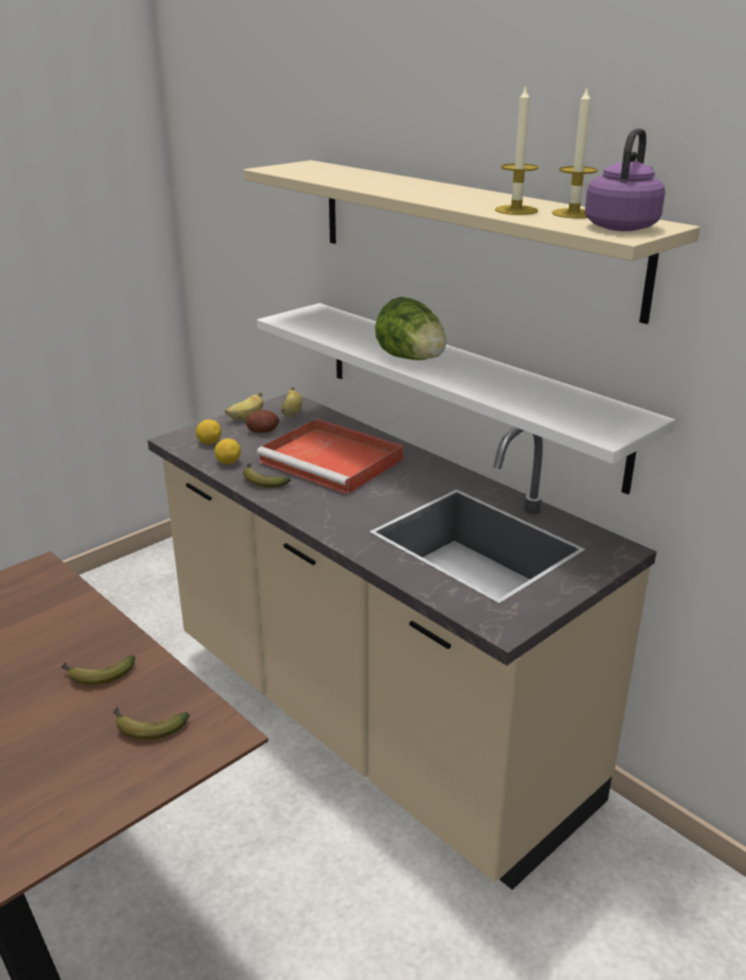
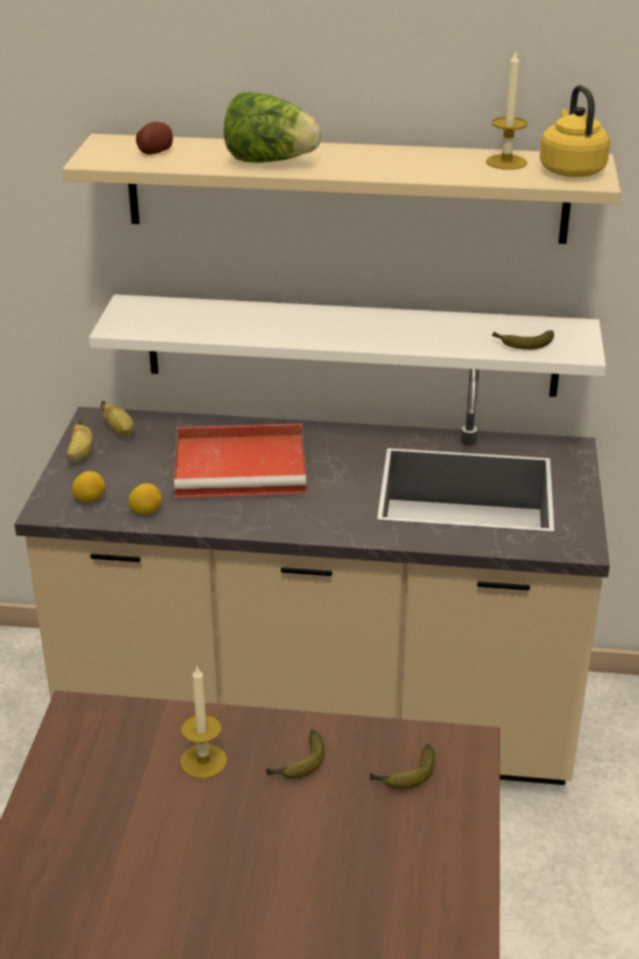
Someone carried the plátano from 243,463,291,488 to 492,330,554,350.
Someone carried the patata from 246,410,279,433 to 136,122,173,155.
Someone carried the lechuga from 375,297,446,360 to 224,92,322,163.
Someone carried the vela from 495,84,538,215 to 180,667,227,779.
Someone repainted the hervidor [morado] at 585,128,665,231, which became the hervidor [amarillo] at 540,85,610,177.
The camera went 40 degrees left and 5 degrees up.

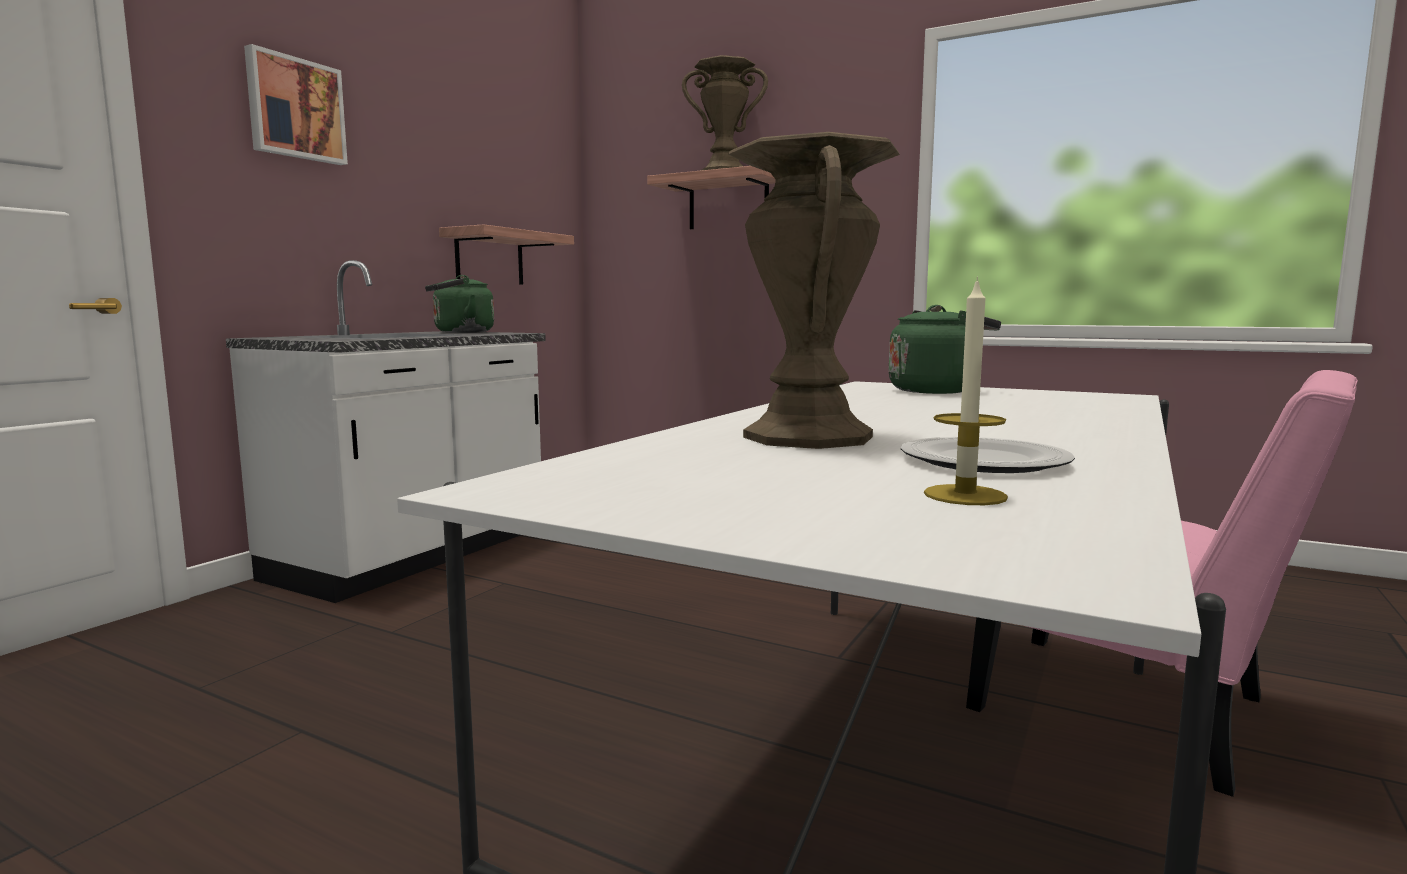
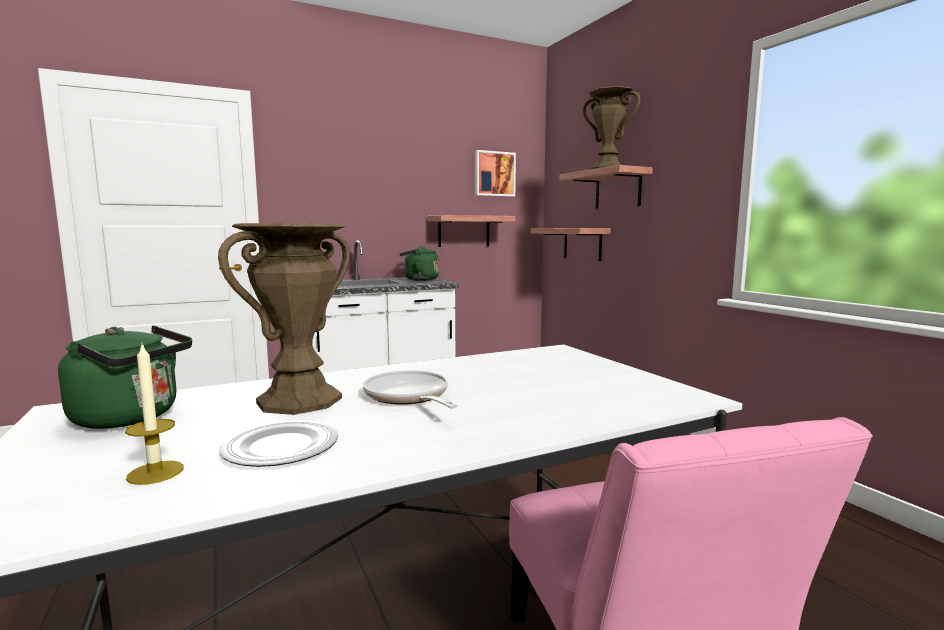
Someone carried the cuadro from 244,44,348,165 to 475,150,516,197.
Someone carried the hervidor [verde] from 889,305,1001,394 to 58,325,192,429.
Someone put down the sartén at 363,370,458,408.
Someone put up the estante at 531,228,611,261.
The camera went 35 degrees right and 0 degrees up.

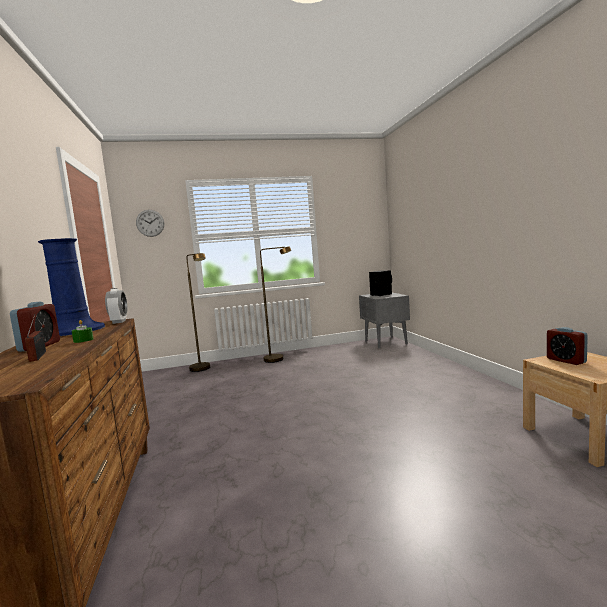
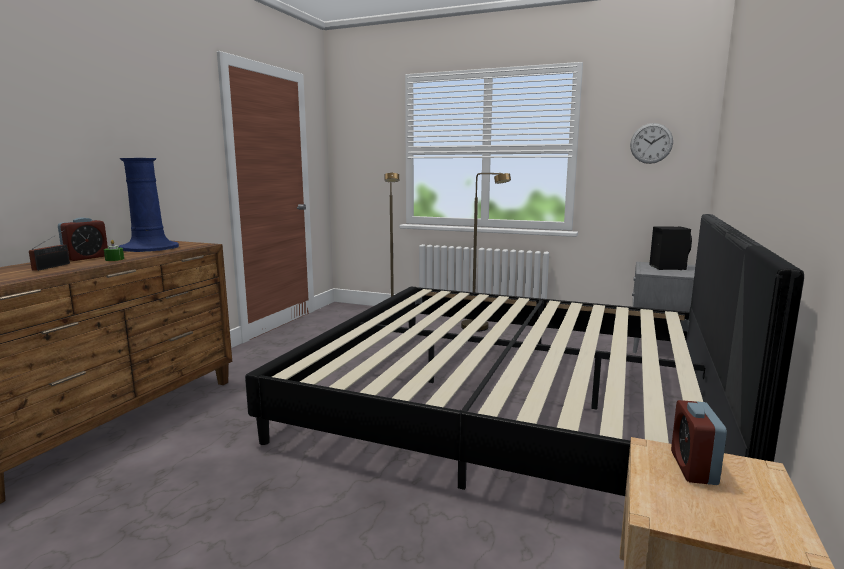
Someone took away the despertador at 105,289,127,324.
Someone carried the reloj de pared from 136,210,164,237 to 630,123,673,164.
Someone put down the cama at 245,214,804,496.
The camera went 35 degrees right and 5 degrees up.

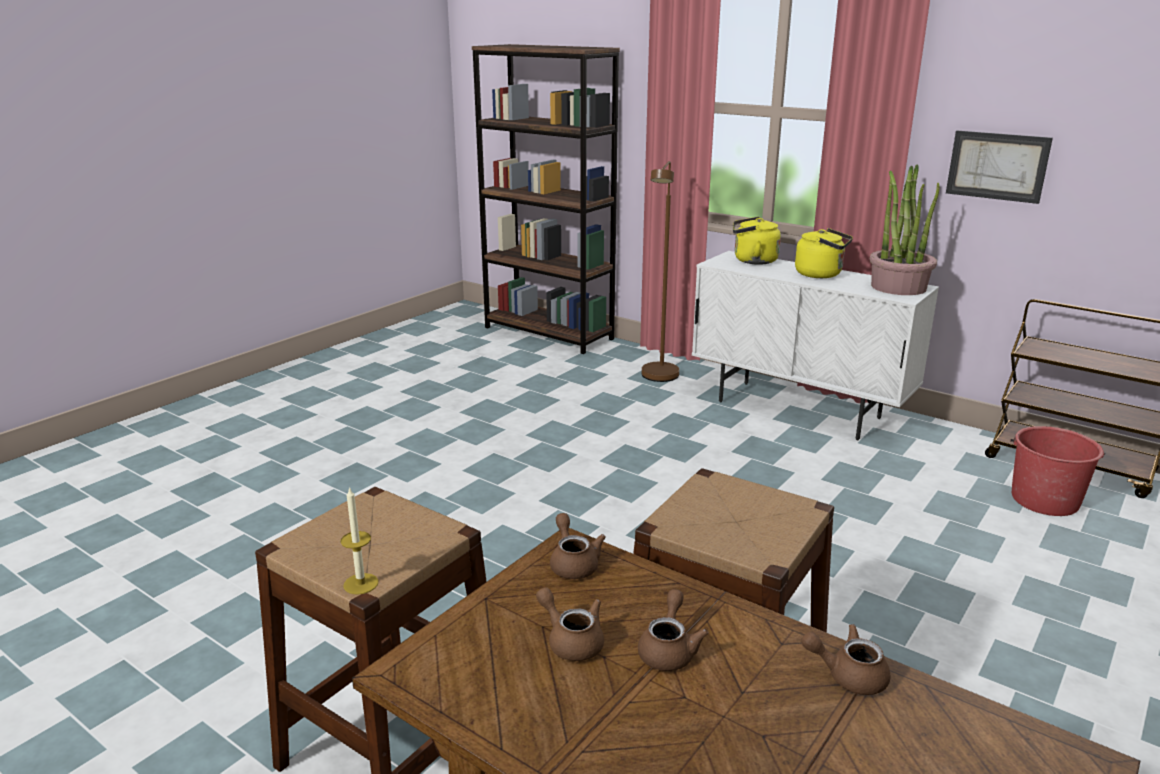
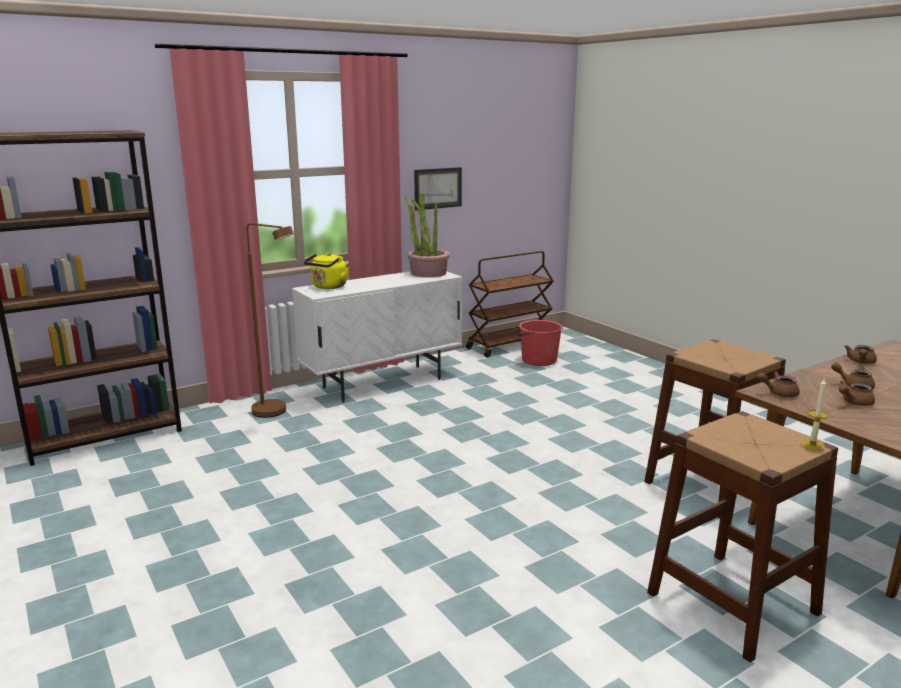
Someone took away the hervidor [amarillo] at 795,228,853,278.
The camera went 70 degrees left and 5 degrees down.

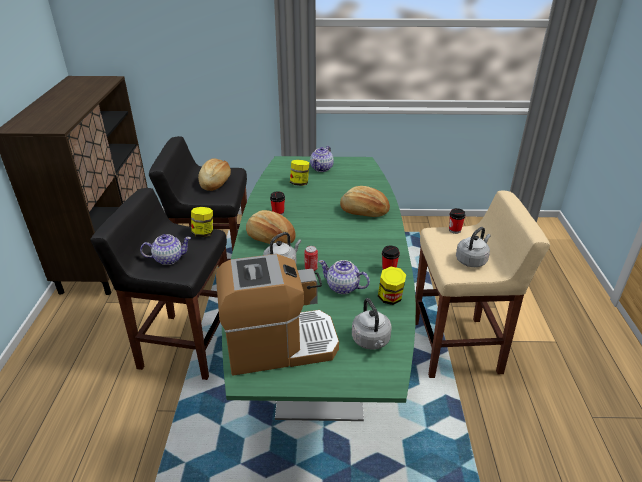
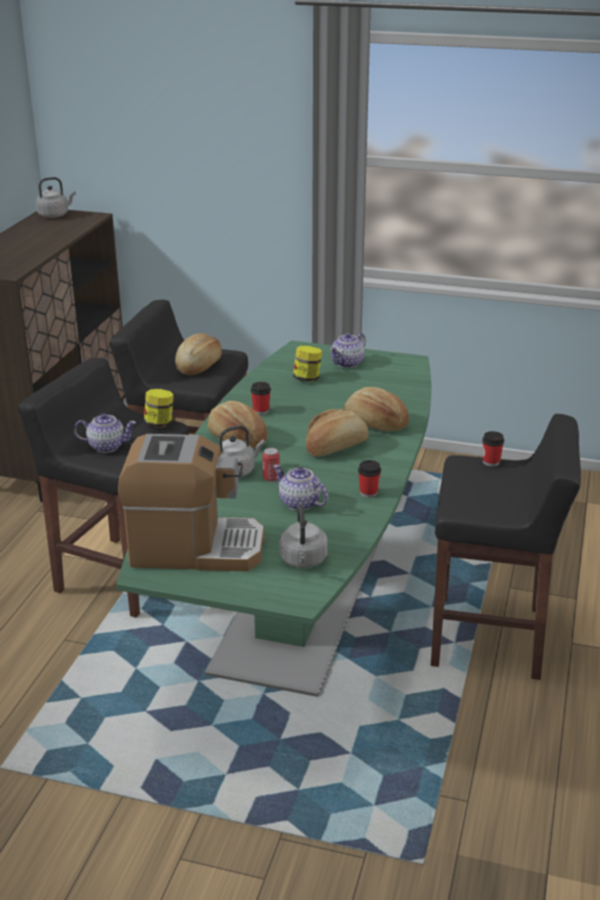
Someone took away the tarro at 378,266,406,305.
Someone repainted the taburete [beis] at 415,190,550,378, which became the taburete [negro] at 431,414,581,680.
Someone carried the hervidor [gris] from 456,227,491,267 to 35,177,76,218.
Someone put down the pan at 306,409,369,457.
The camera went 15 degrees right and 5 degrees down.

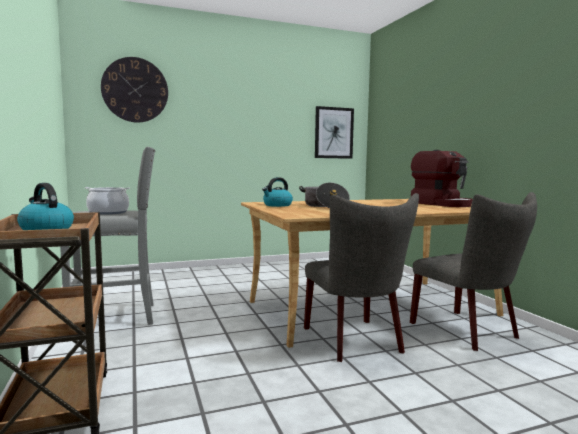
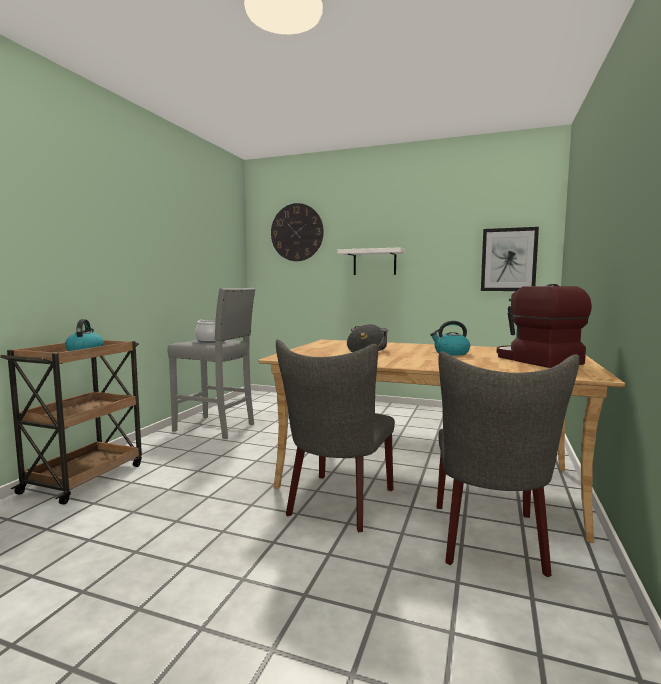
Someone carried the hervidor from 262,177,293,207 to 430,321,470,356.
Someone rotated the cafetera at 411,150,473,207 by 150 degrees clockwise.
Someone put up the estante [blanco] at 337,247,406,275.
The camera went 40 degrees right and 0 degrees up.

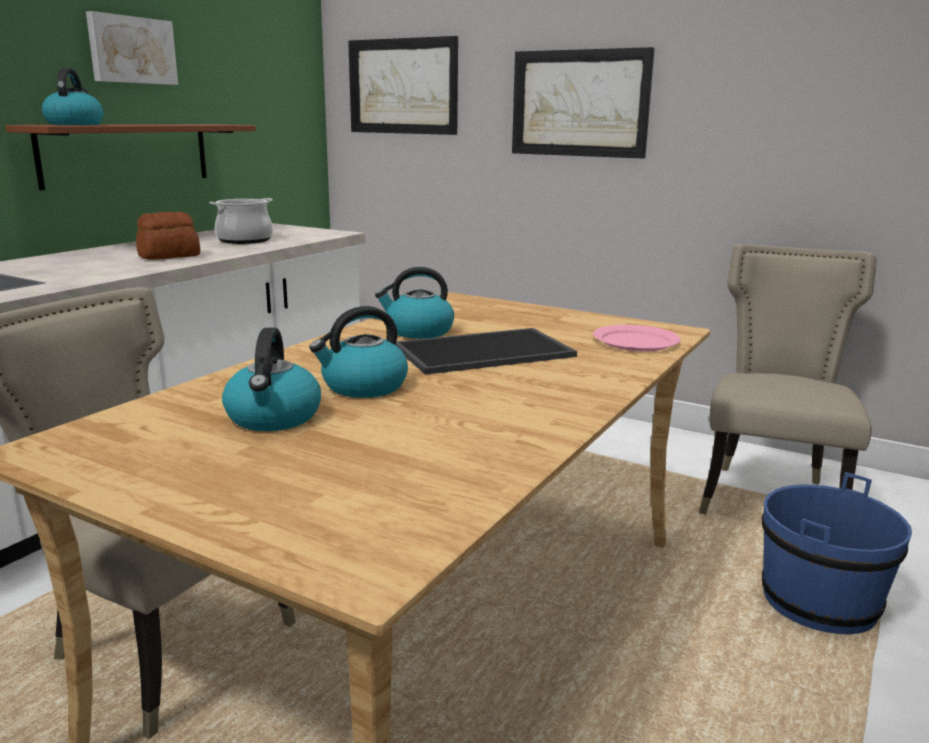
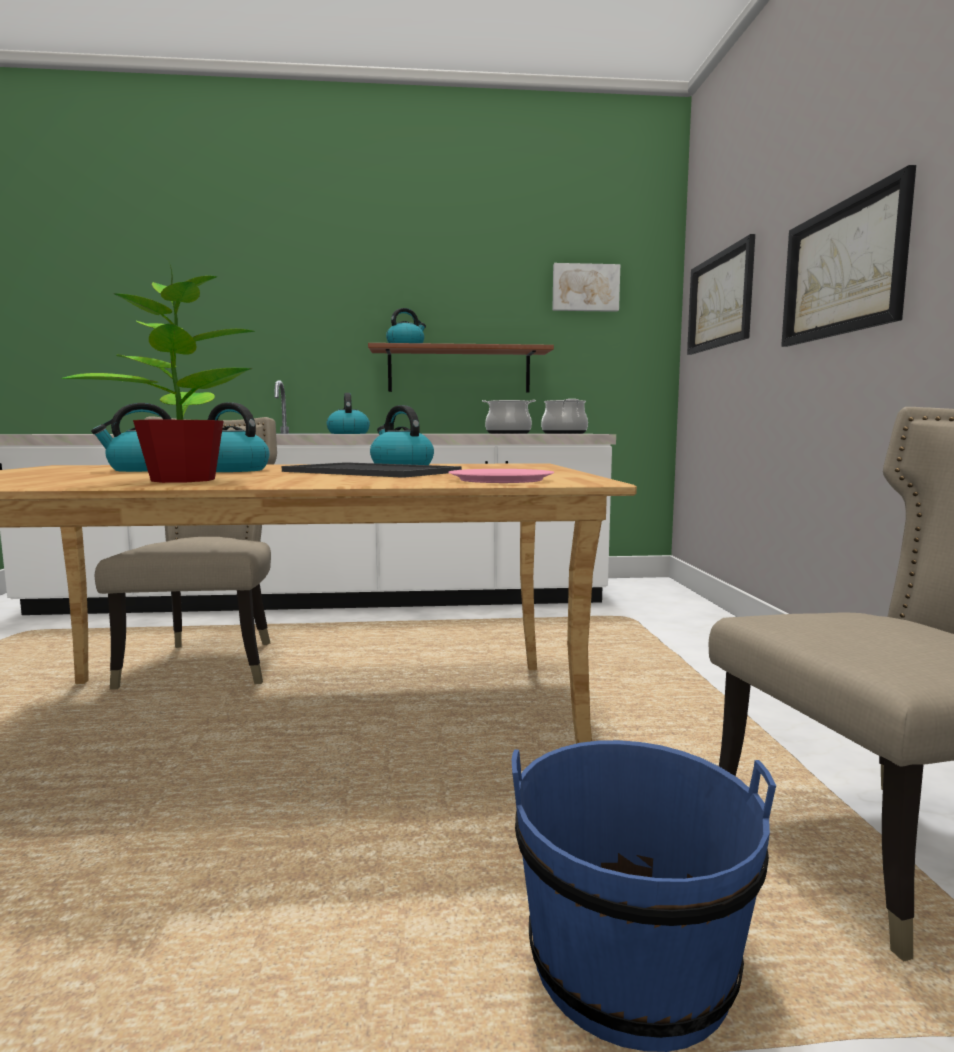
Someone carried the cuadro from 86,11,178,85 to 552,263,620,312.
Someone took away the pan at 136,211,200,260.
Someone put down the planta en maceta at 61,261,255,483.
Someone put down the hervidor at 327,393,370,434.
Someone put down the olla at 541,399,588,434.
The camera went 55 degrees right and 10 degrees down.

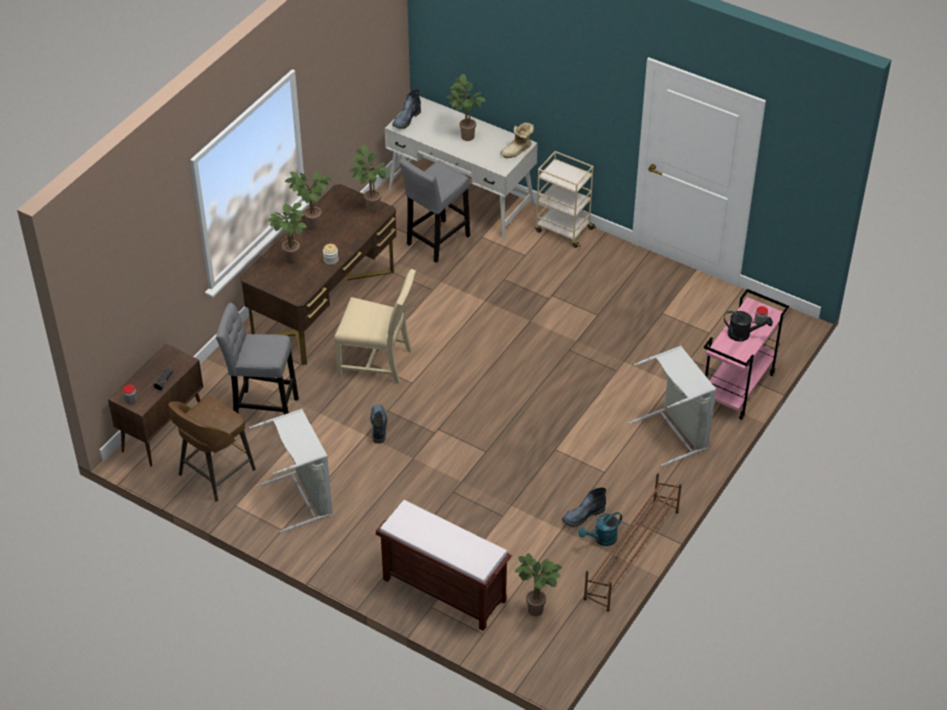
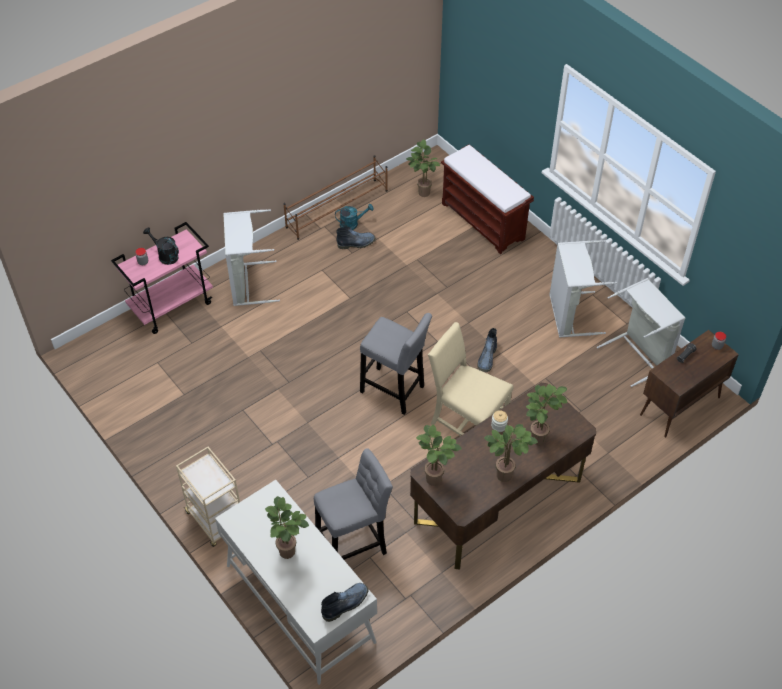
Someone swapped the taburete [marrón] at 168,396,256,502 for the cesto de la ropa [gris] at 597,278,685,387.
Someone carried the taburete [gris] from 216,303,299,415 to 360,313,432,415.
Someone took away the bota at 500,122,534,158.
The camera went 160 degrees left and 5 degrees up.

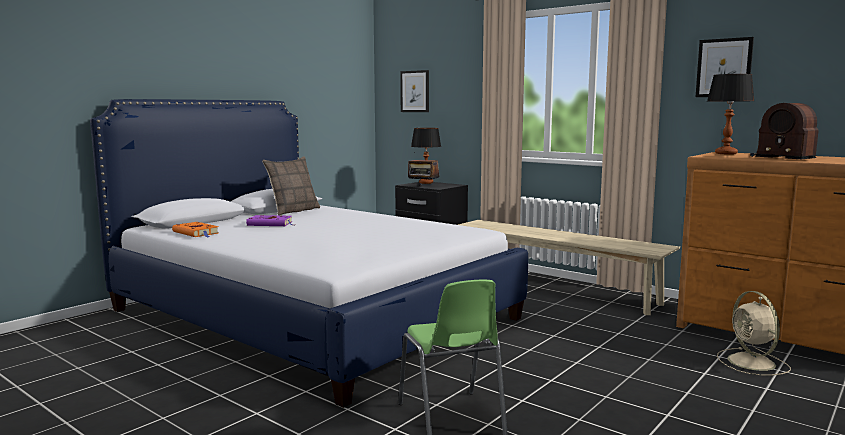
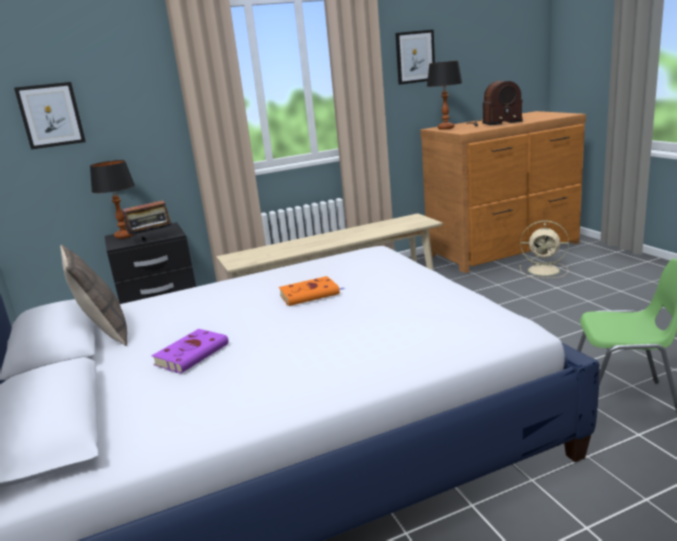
Someone carried the libro [naranja] from 172,222,219,237 to 279,276,345,306.
The camera went 60 degrees left and 10 degrees up.

